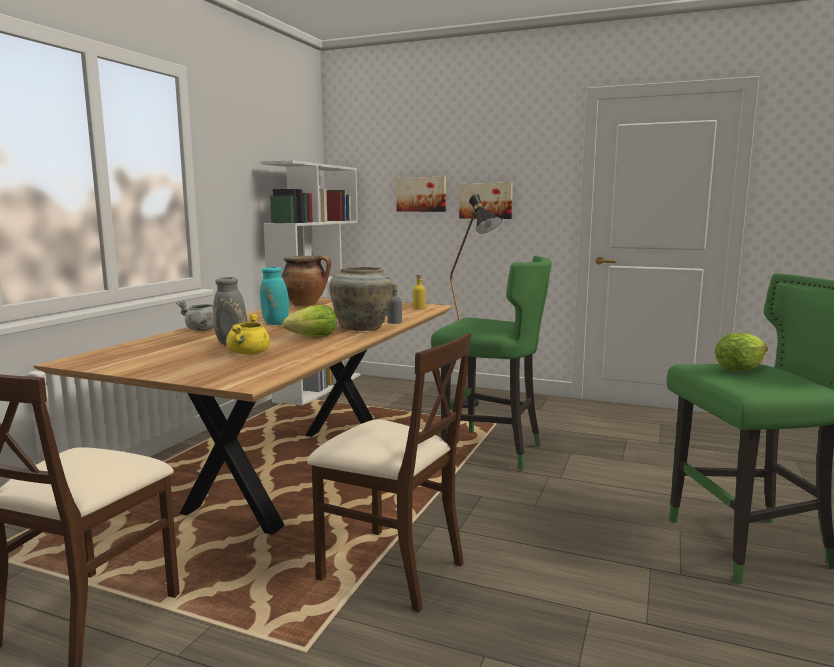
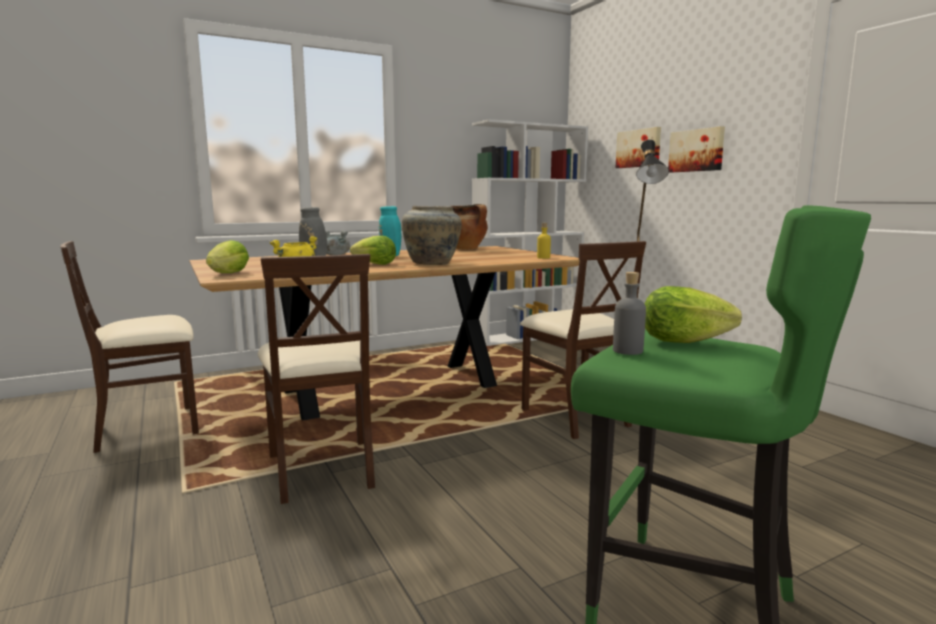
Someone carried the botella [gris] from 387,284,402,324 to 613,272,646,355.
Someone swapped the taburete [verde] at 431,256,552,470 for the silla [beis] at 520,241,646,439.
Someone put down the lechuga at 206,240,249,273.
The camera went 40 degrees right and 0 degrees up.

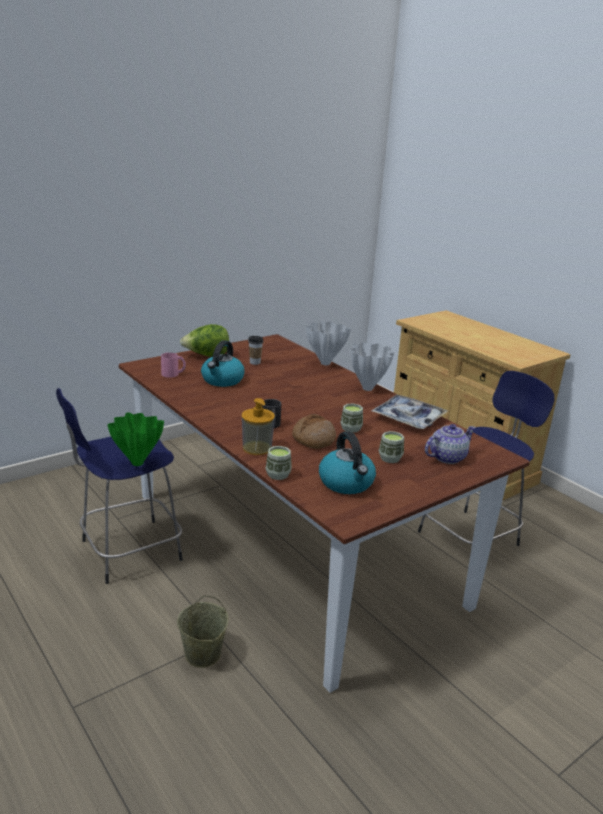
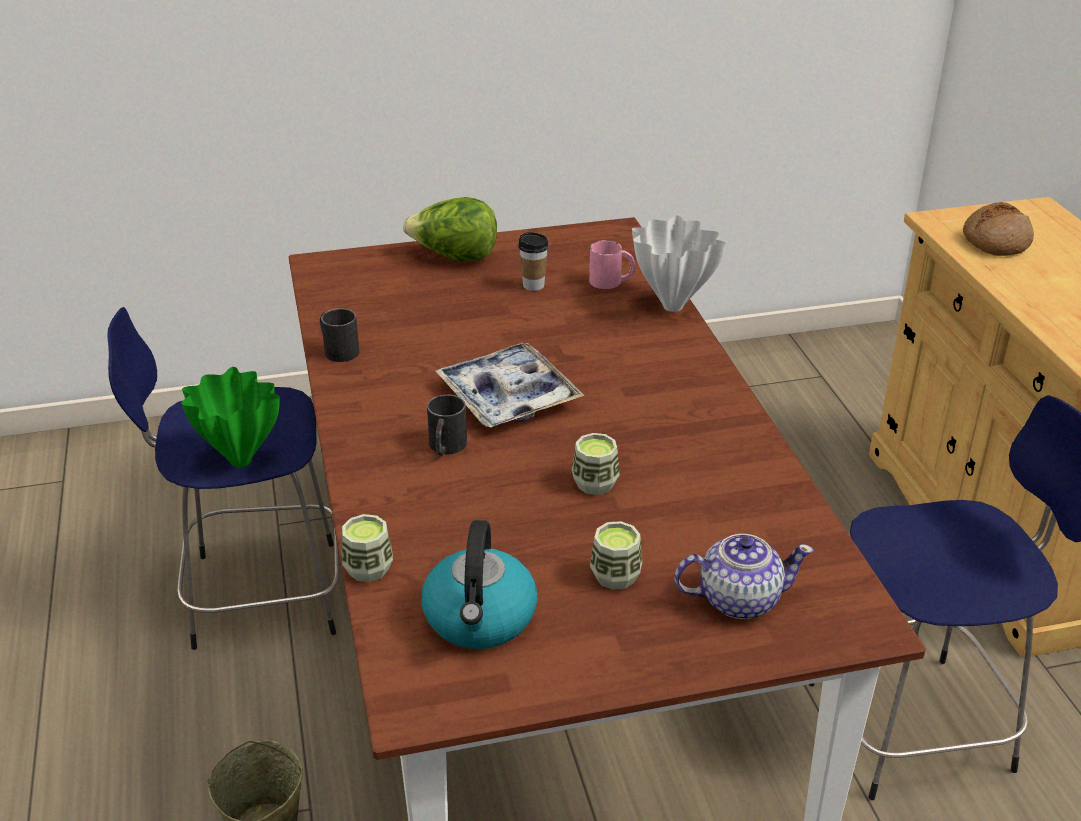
Someone carried the taza grande [rosa] from 161,352,186,378 to 589,240,635,289.
Someone took away the hervidor at 201,340,245,387.
Someone took away the dispensador de jabón at 242,398,275,455.
Someone carried the pan from 292,414,336,449 to 963,202,1034,256.
Someone took away the florero [blanco] at 351,342,394,391.
Someone carried the bandeja from 371,395,448,429 to 435,343,584,428.
Someone put down the taza grande [negro] at 320,308,359,362.
The camera went 25 degrees right and 10 degrees up.

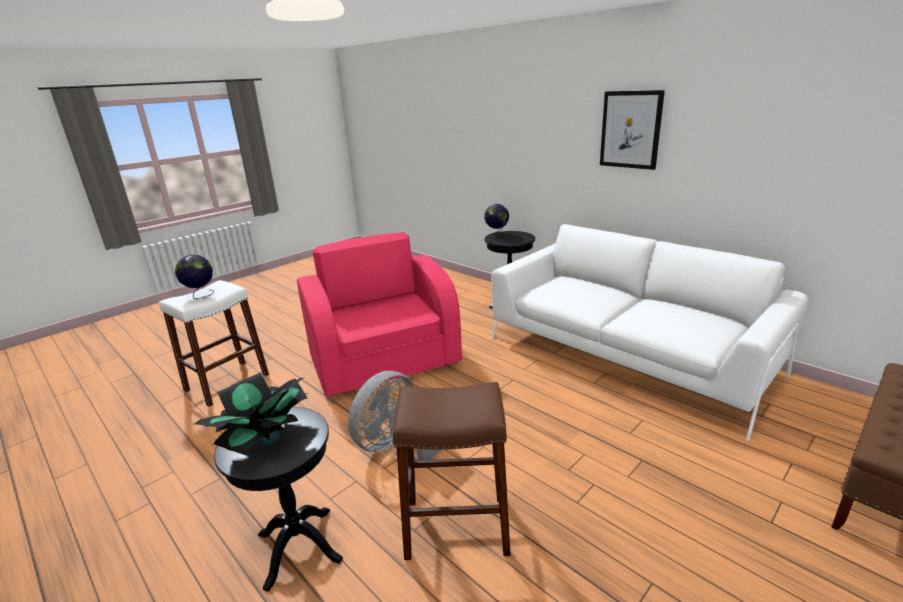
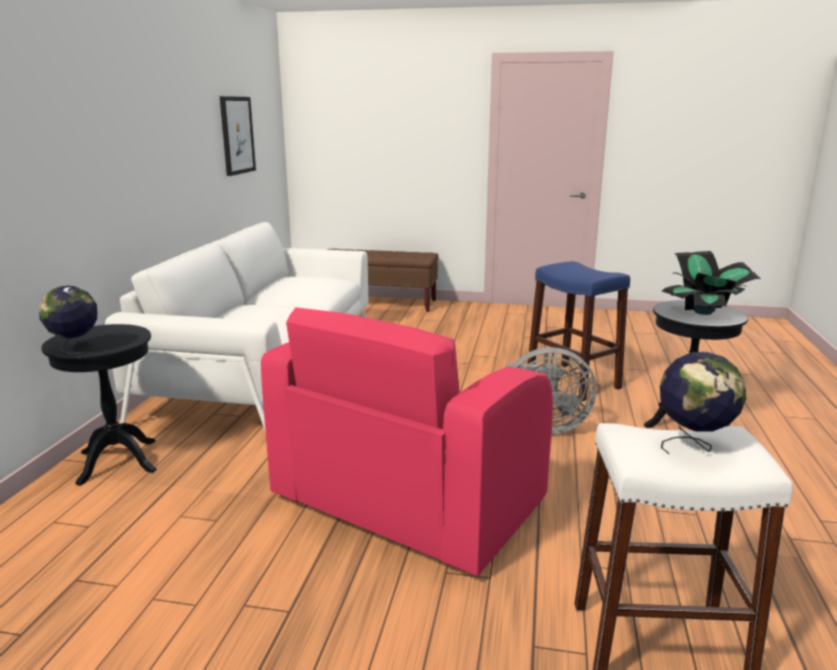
Someone repainted the taburete [marrón] at 393,382,511,560, which became the taburete [azul] at 528,261,630,402.
Someone carried the cuadro from 600,90,665,170 to 220,96,256,176.
The camera went 125 degrees left and 5 degrees down.

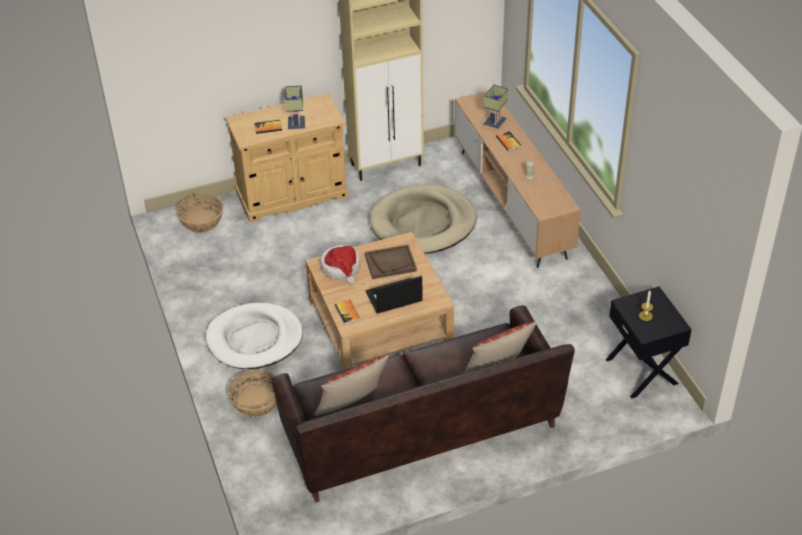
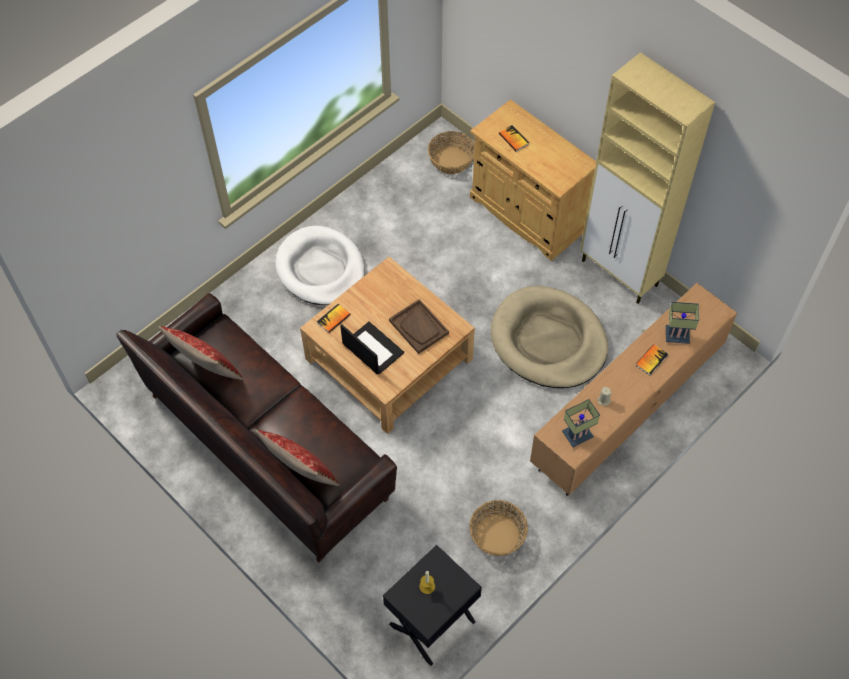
Someone carried the cesta from 228,369,277,417 to 469,500,528,556.
Someone carried the lámpara de mesa from 285,86,305,130 to 562,399,600,447.
Someone took away the sombrero at 320,245,360,285.
The camera went 65 degrees right and 15 degrees up.

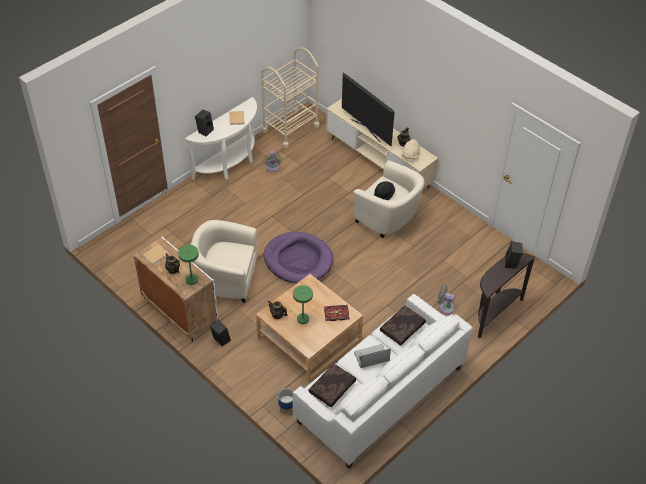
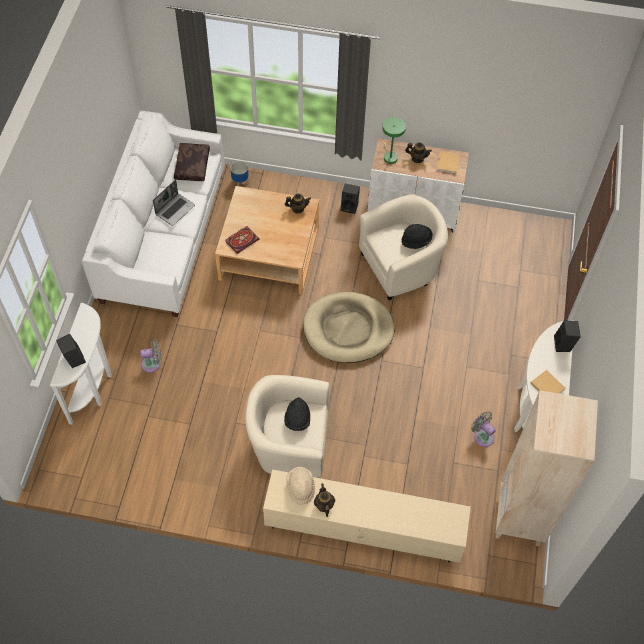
Someone swapped the carrito [beis] at 261,47,320,148 for the estantería [beis] at 495,390,598,546.
Someone repainted the cama para perro [morado] at 264,232,333,284, which became the cama para perro [beis] at 303,292,394,363.
Someone took away the lámpara de mesa [verde] at 288,285,313,324.
Someone took away the televisor at 342,73,394,147.
Someone took away the cojín [marrón] at 380,305,426,345.
Someone repainted the mesa consola [marrón] at 478,253,535,338, which became the mesa consola [blanco] at 50,302,112,425.
Someone put down the sombrero [negro] at 401,224,433,249.
The camera went 145 degrees right and 10 degrees up.

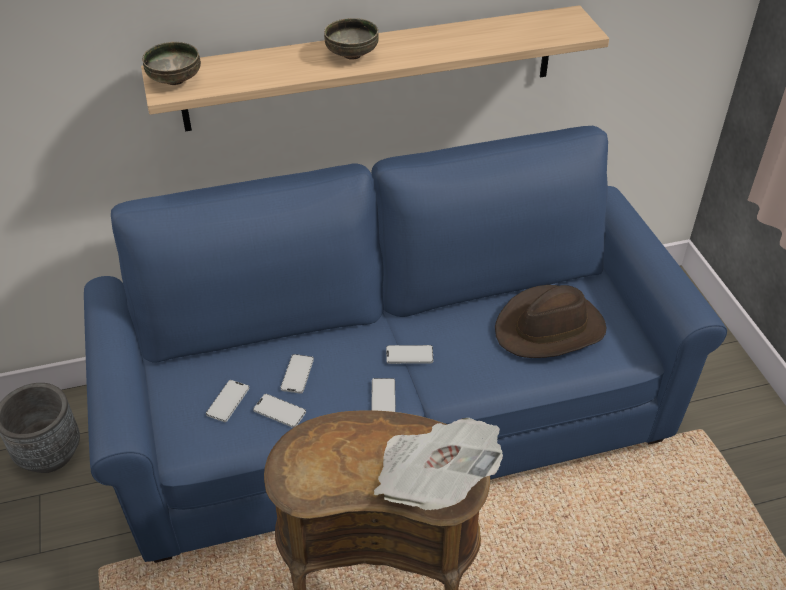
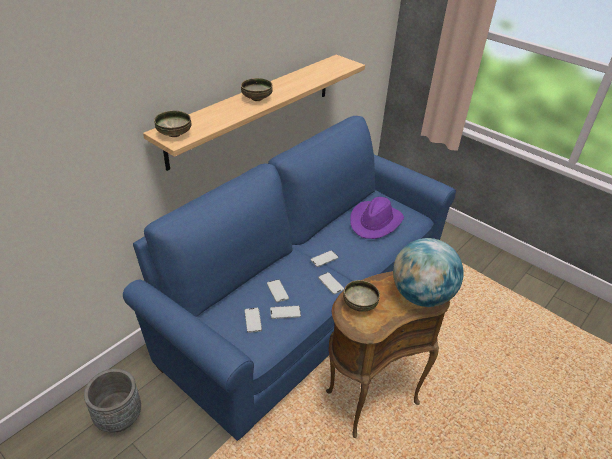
Someone swapped the periódico at 374,418,503,510 for the globo terráqueo at 393,238,464,307.
Someone repainted the sombrero [marrón] at 495,285,607,358, which became the sombrero [morado] at 350,197,404,239.
Someone put down the cuenco at 343,280,380,312.
The camera went 35 degrees left and 5 degrees down.

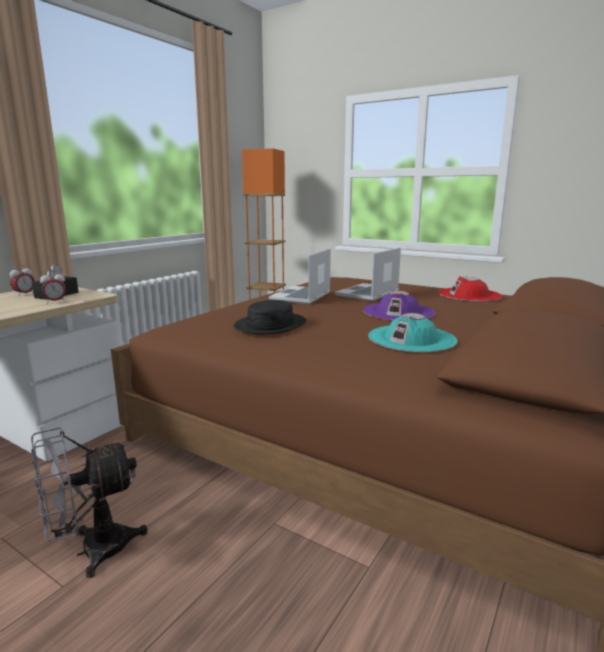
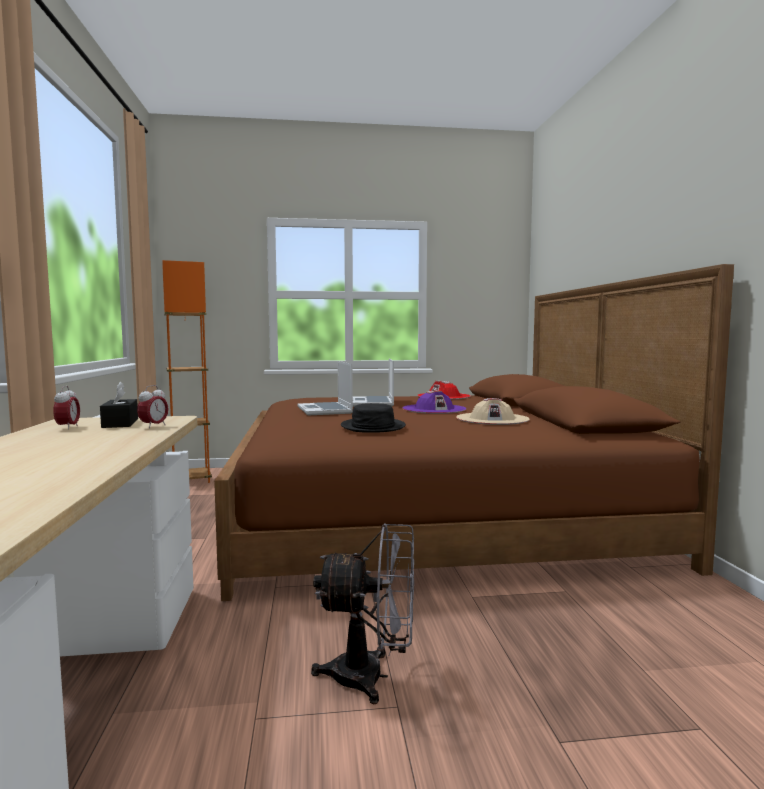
Someone rotated the ventilador [gris] at 31,427,148,578 by 105 degrees counterclockwise.
Someone repainted the sombrero [turquesa] at 368,313,458,353, which became the sombrero [beis] at 456,398,530,425.
The camera went 40 degrees left and 10 degrees down.

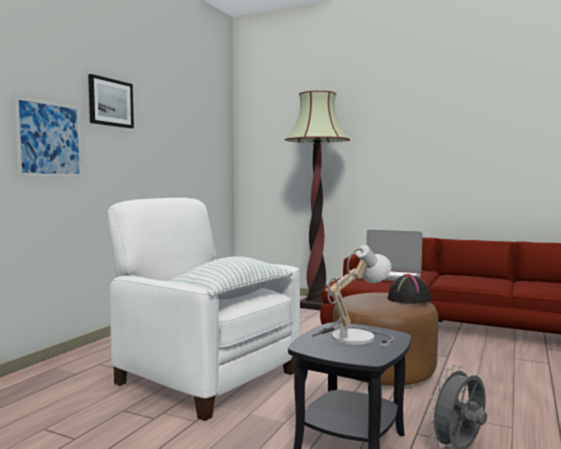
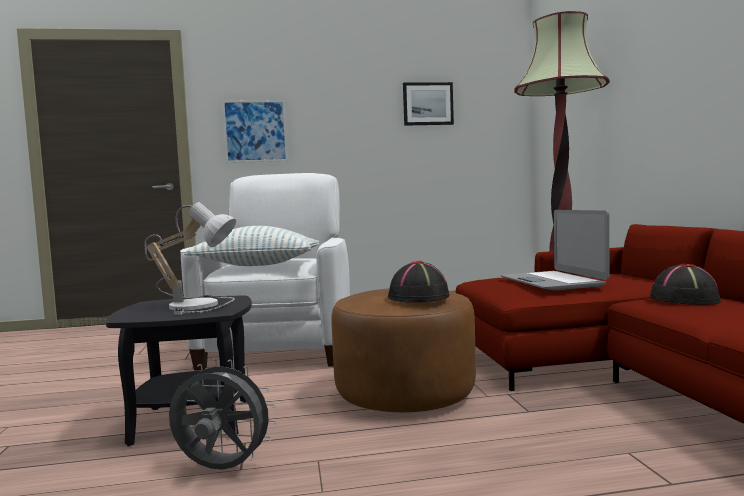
Someone carried the cuadro from 88,74,134,128 to 403,82,454,126.
Someone put down the sombrero [negro] at 650,264,721,305.
The camera went 55 degrees right and 0 degrees up.

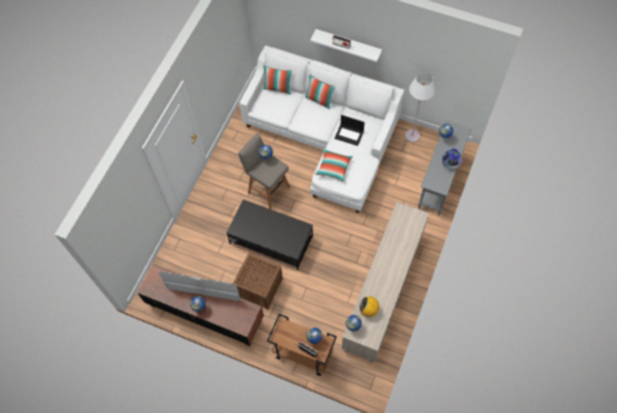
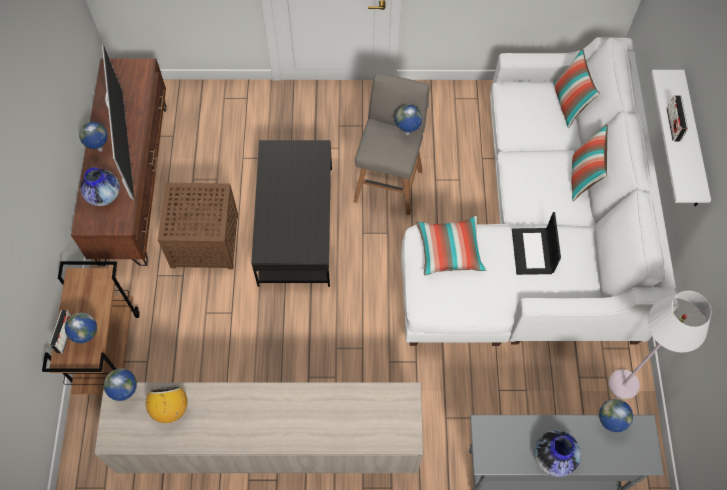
Someone put down the florero at 80,167,120,206.
The camera went 65 degrees right and 0 degrees up.

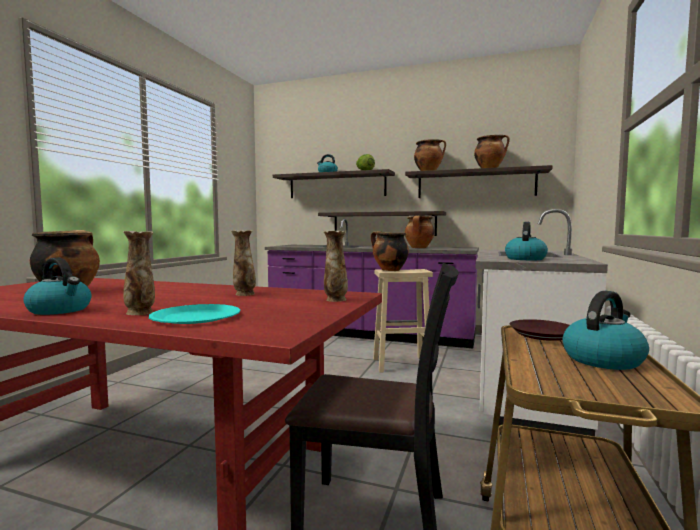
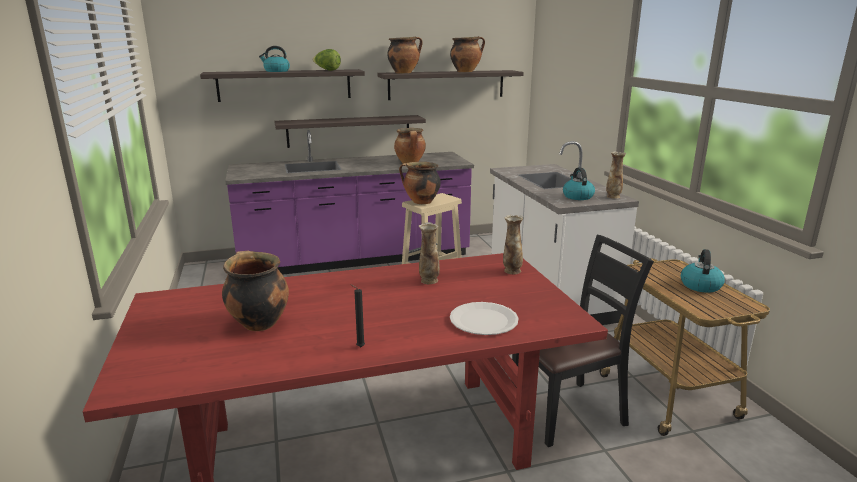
Someone swapped the hervidor at 23,257,92,315 for the vela [negro] at 350,284,365,347.
Someone carried the florero from 123,231,155,315 to 606,152,626,199.
Someone repainted the plato [turquesa] at 149,304,240,324, which became the plato [blanco] at 450,302,518,335.
Someone took away the plato [marrón] at 510,319,569,341.
The camera went 35 degrees left and 15 degrees up.

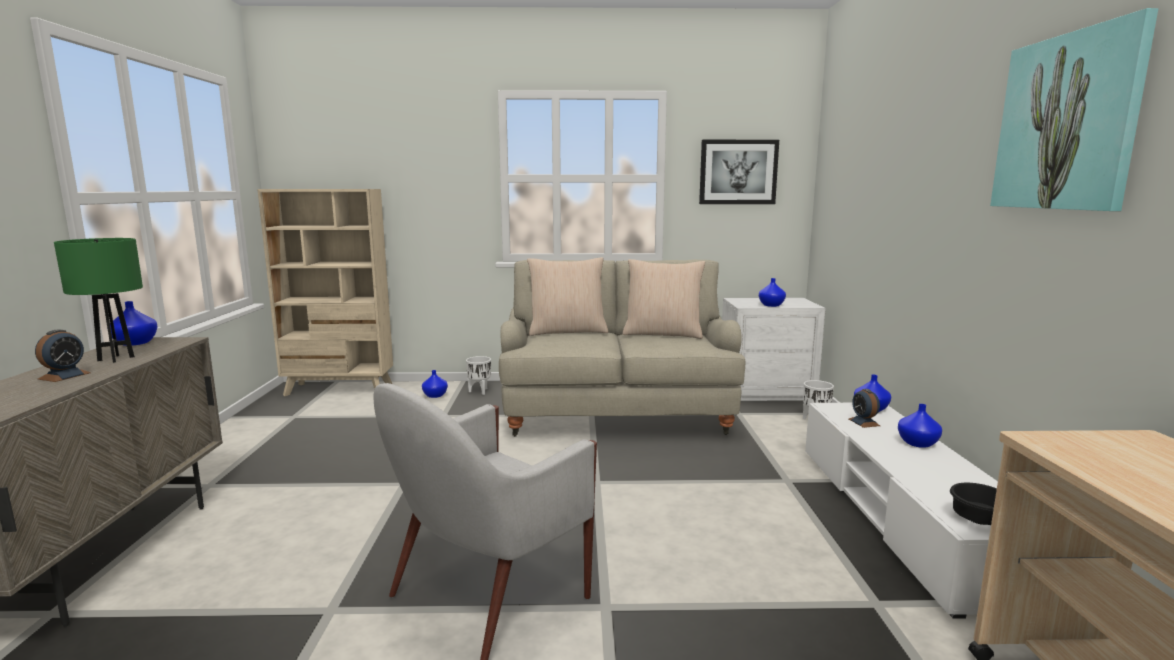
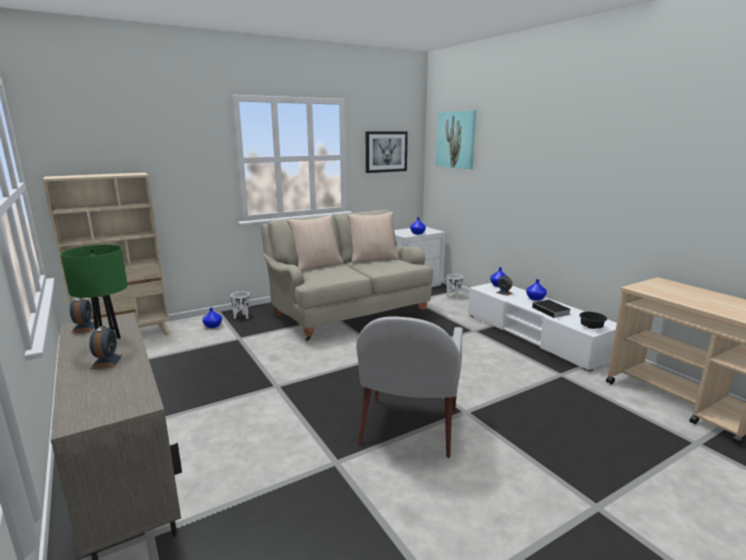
Someone swapped the florero [azul] at 107,301,158,346 for the despertador at 70,298,94,334.
Someone carried the cuadro from 990,8,1159,211 to 436,110,476,169.
Someone put down the libro at 532,300,571,319.
The camera went 30 degrees left and 5 degrees up.

